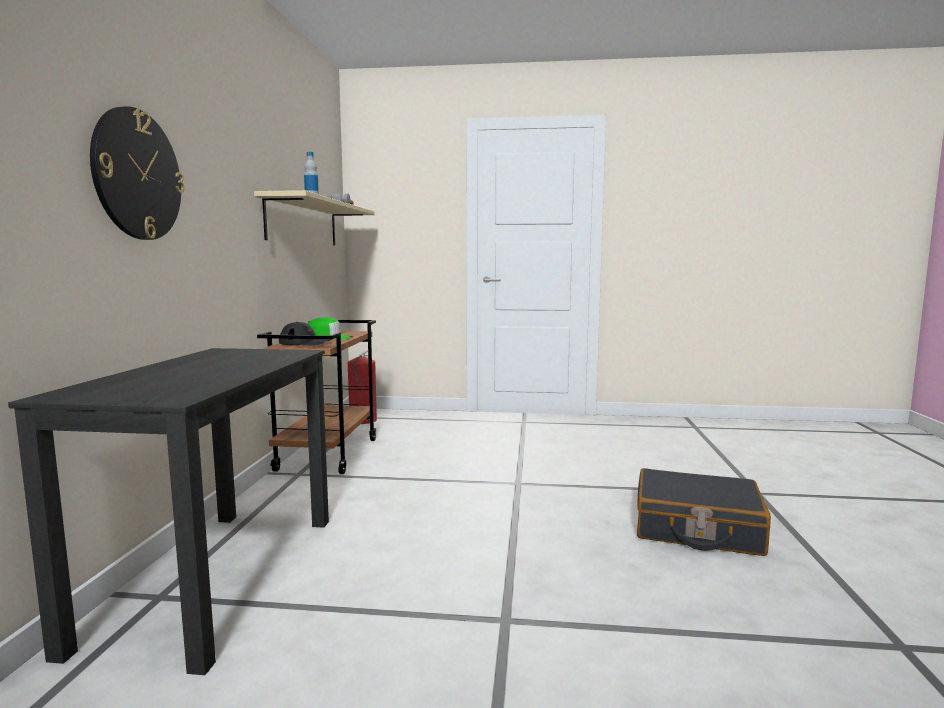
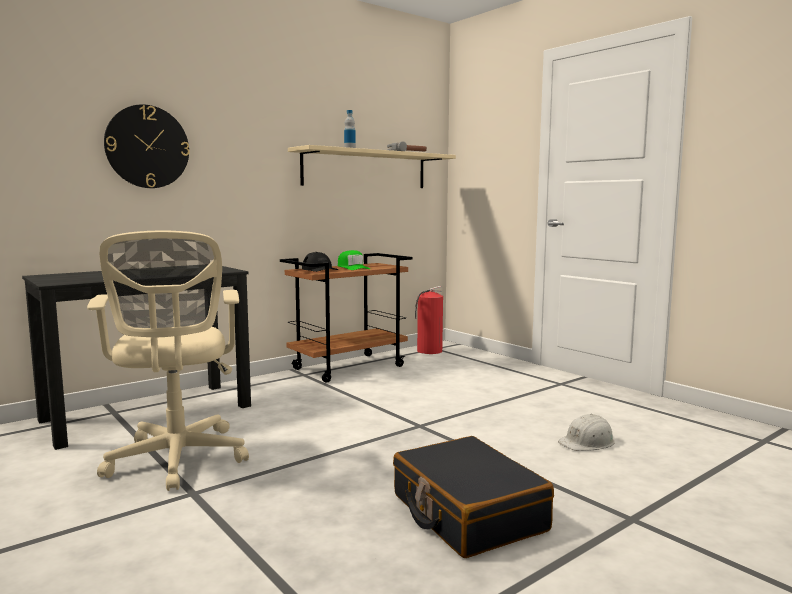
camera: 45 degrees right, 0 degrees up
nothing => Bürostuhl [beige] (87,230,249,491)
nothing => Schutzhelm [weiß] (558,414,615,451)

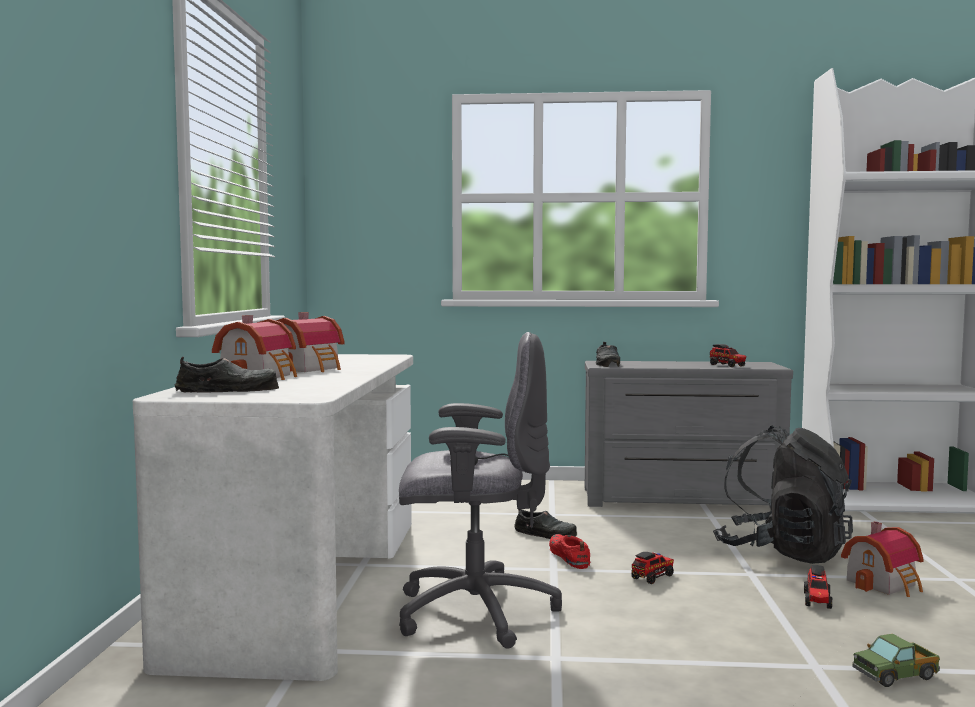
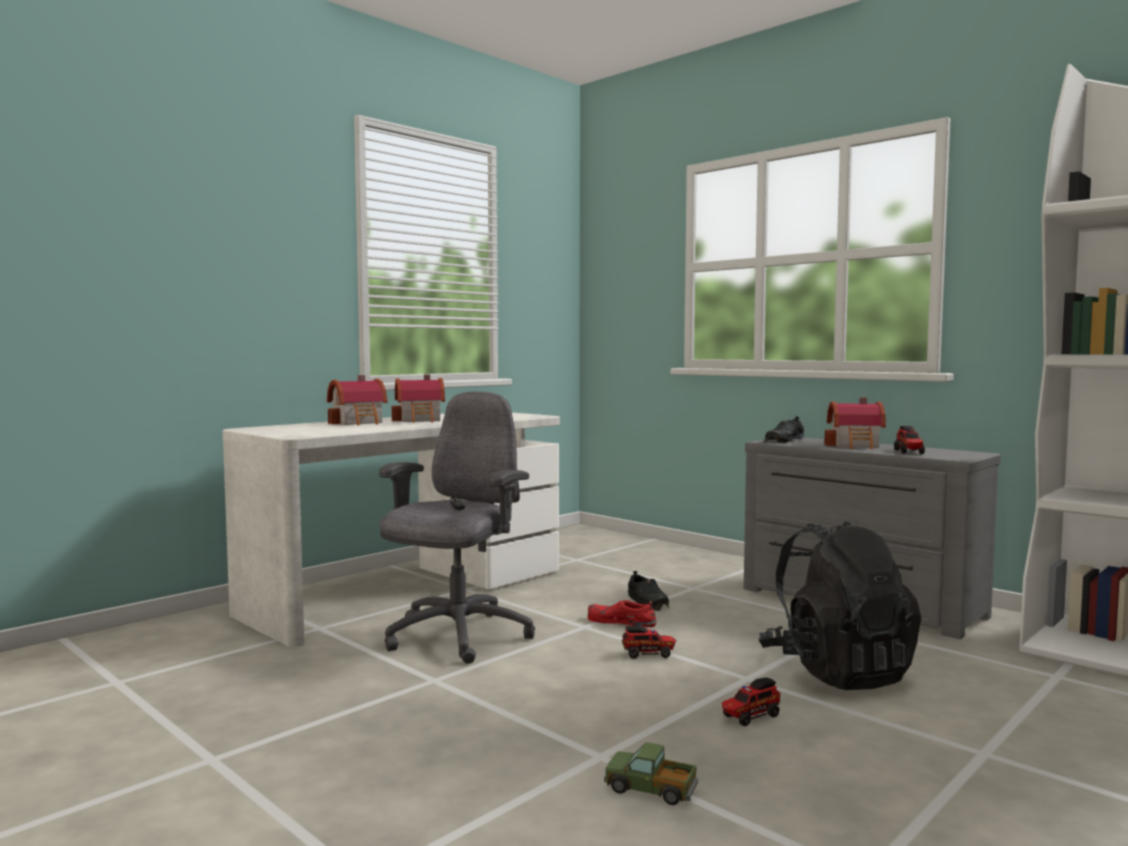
camera: 40 degrees right, 0 degrees up
Schuh [schwarz] (175,357,279,393) => nothing
Bürostuhl [grau] (399,332,562,649) => Bürostuhl [grau] (379,391,535,664), 105 degrees counterclockwise
Schuh [rot] (549,534,590,569) => Schuh [rot] (588,600,657,627), 90 degrees counterclockwise
Spielzeughaus (841,521,923,597) => Spielzeughaus (824,397,886,449), relocated

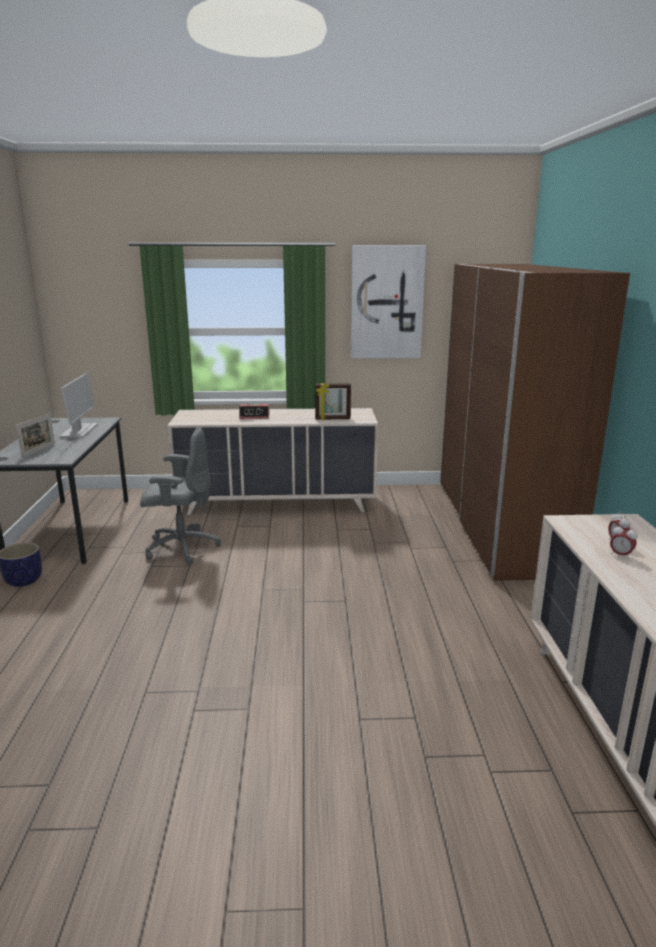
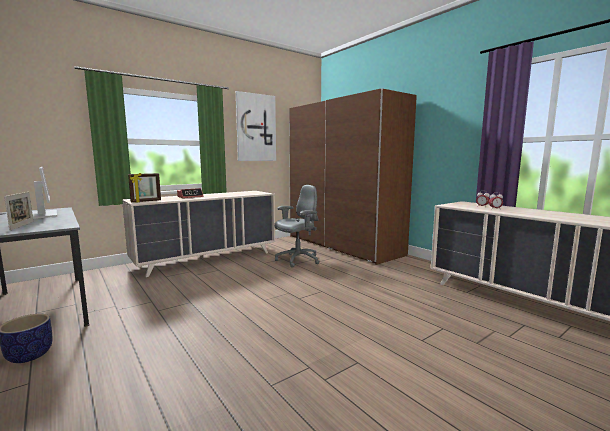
camera: 35 degrees left, 10 degrees down
Bürostuhl [grau] (140,427,221,564) => Bürostuhl [grau] (274,185,320,268), relocated
Bilderrahmen (315,383,351,420) => Bilderrahmen (128,173,161,202), relocated

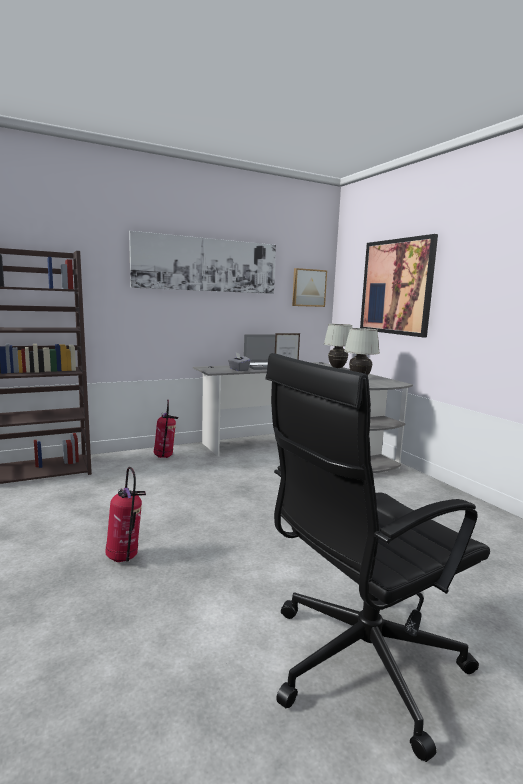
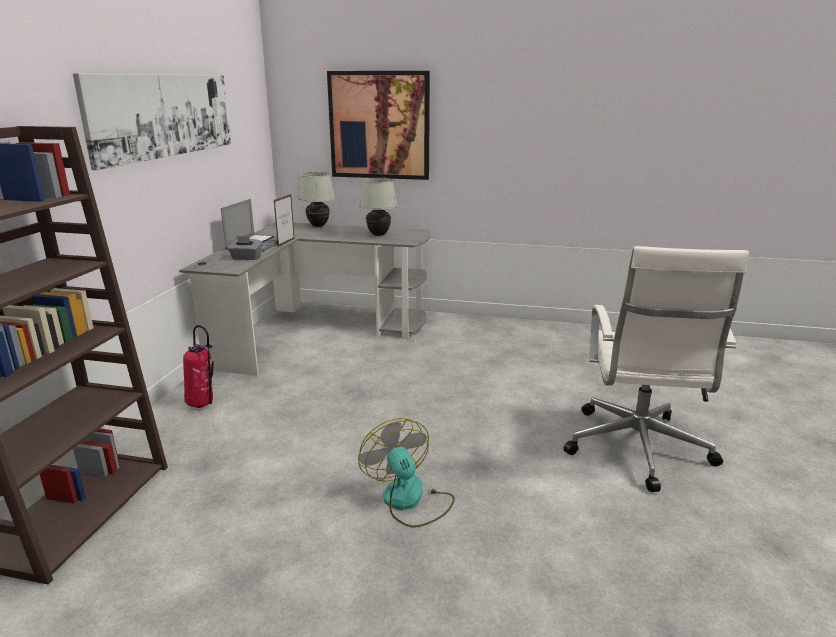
camera: 50 degrees left, 10 degrees up
Feuerlöscher (105,467,146,562) => Ventilator (358,418,455,528)
Bürostuhl [schwarz] (266,353,490,762) => Bürostuhl [weiß] (563,246,749,492)
Bild (292,268,327,307) => nothing

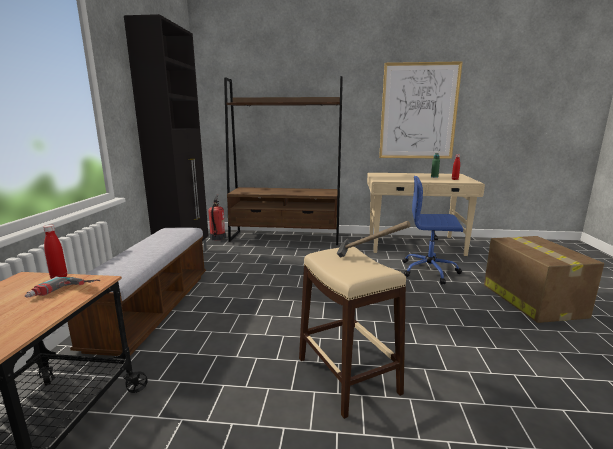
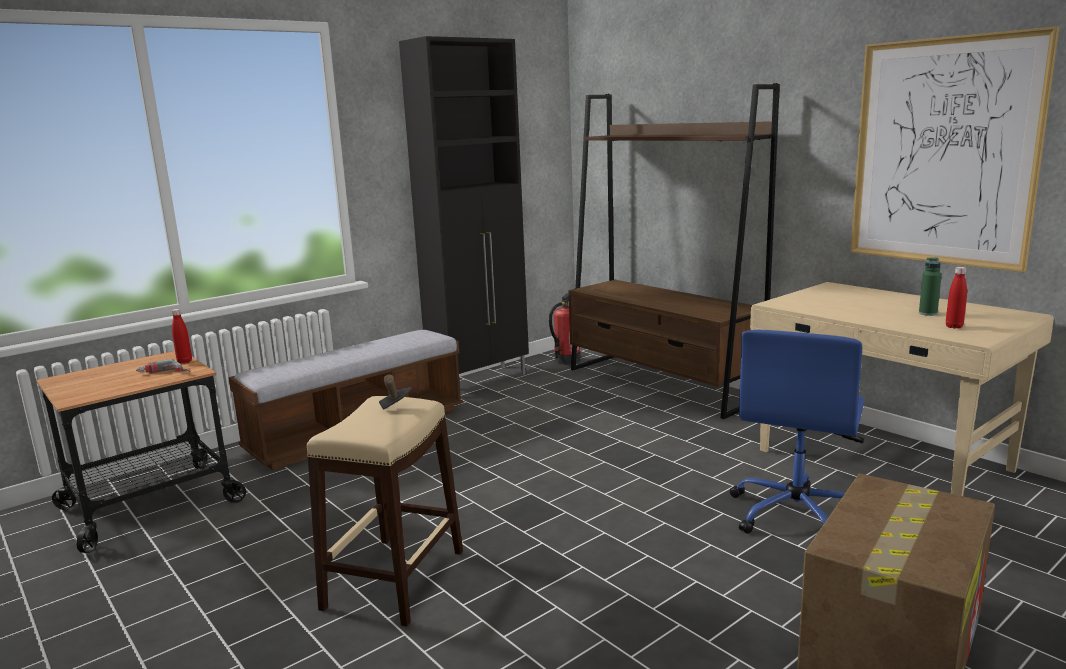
camera: 45 degrees right, 0 degrees up
Bürostuhl [blau] (402,176,463,285) => Bürostuhl [blau] (730,330,865,534), 120 degrees counterclockwise

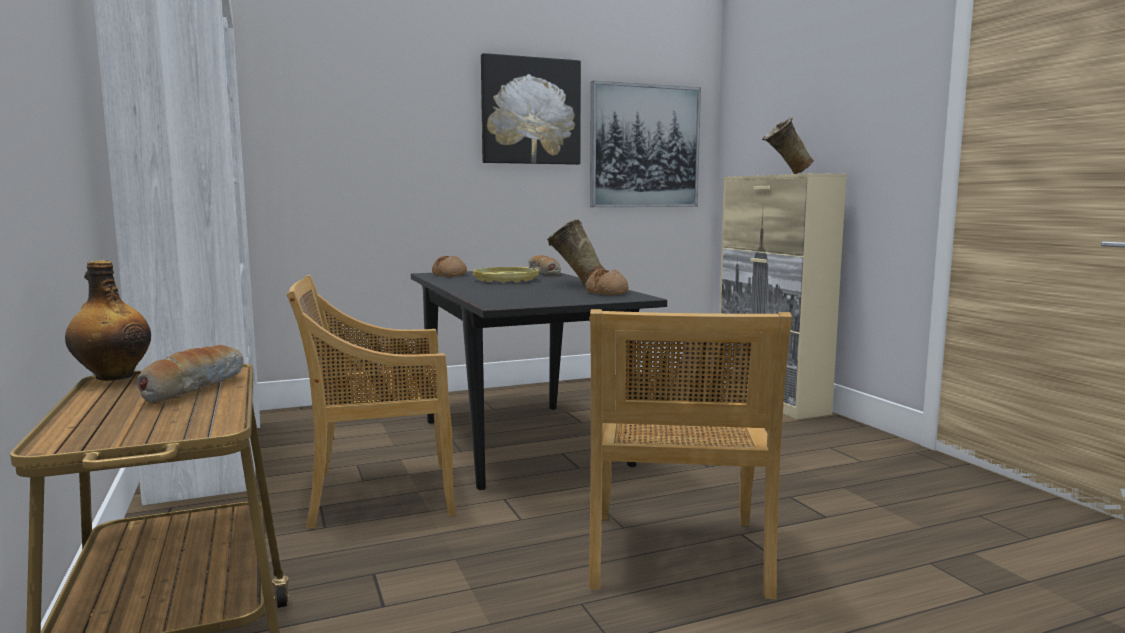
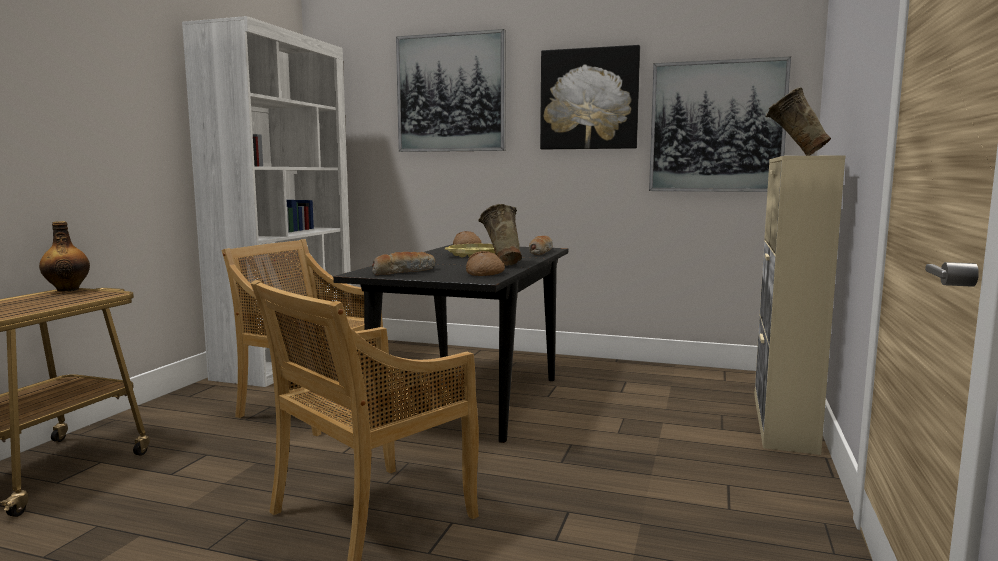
camera: 40 degrees right, 0 degrees up
Brot (136,345,244,404) => Brot (372,252,435,275), relocated
nothing => Bild (396,29,506,152)

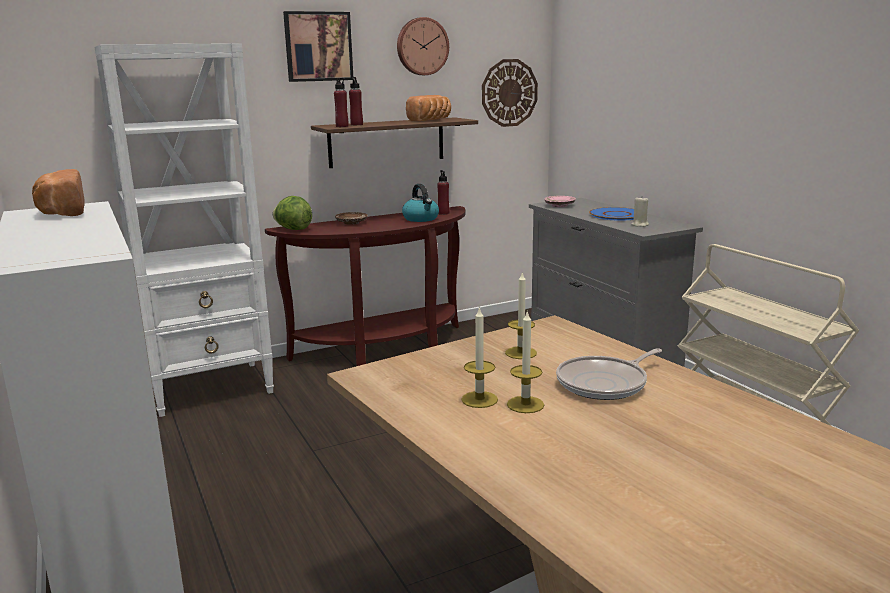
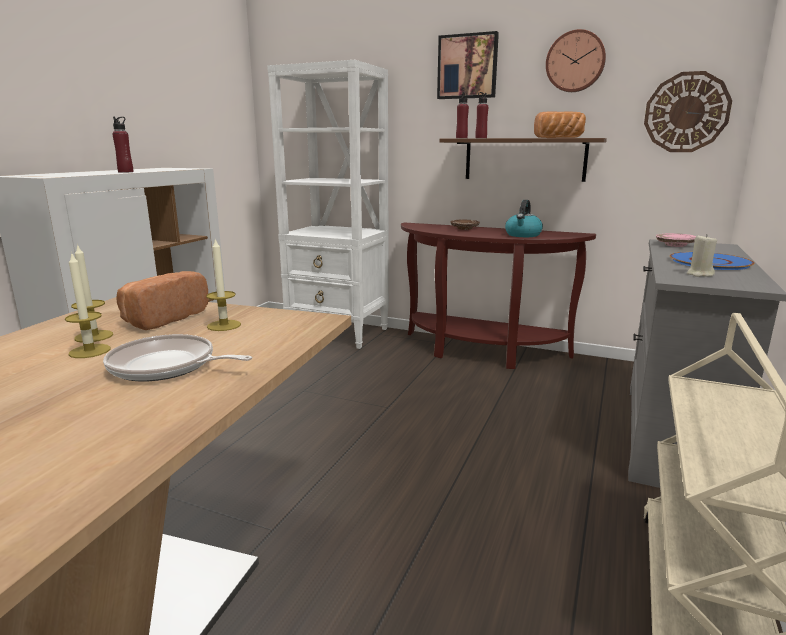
camera: 50 degrees right, 0 degrees up
Brot (32,169,85,216) => Brot (117,271,208,330), relocated
Salatkopf (272,196,312,230) => nothing
Flasche [rot] (437,170,449,215) => Flasche [rot] (112,117,133,172), relocated

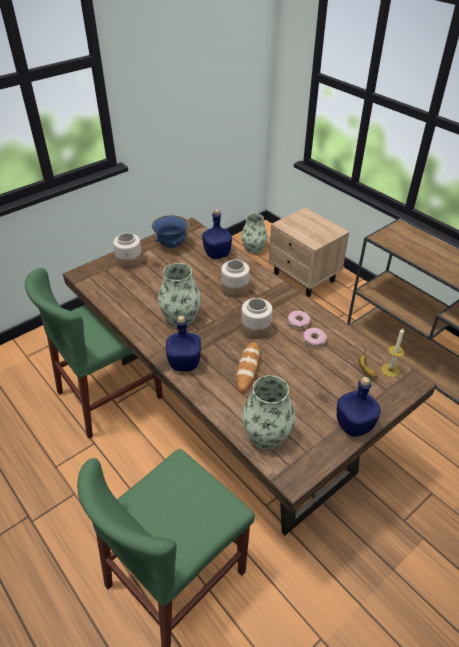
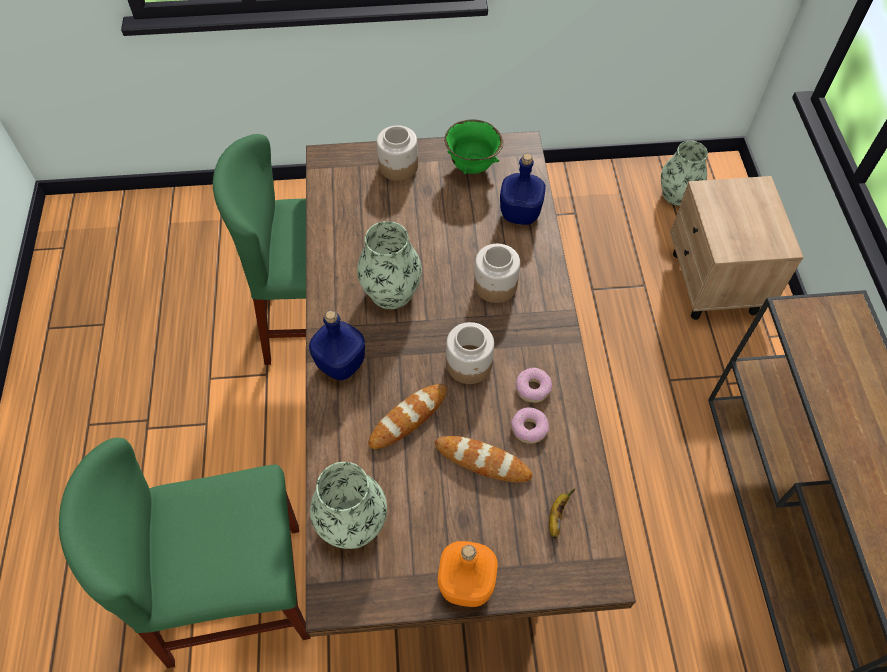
camera: 35 degrees right, 15 degrees up
Schüssel [blau] (152,215,189,248) => Schüssel [grün] (444,119,503,174)
Flasche [blau] (337,377,381,437) => Flasche [orange] (438,541,497,607)
Kerze (381,328,404,377) => nothing
nothing => Brot (435,436,533,482)

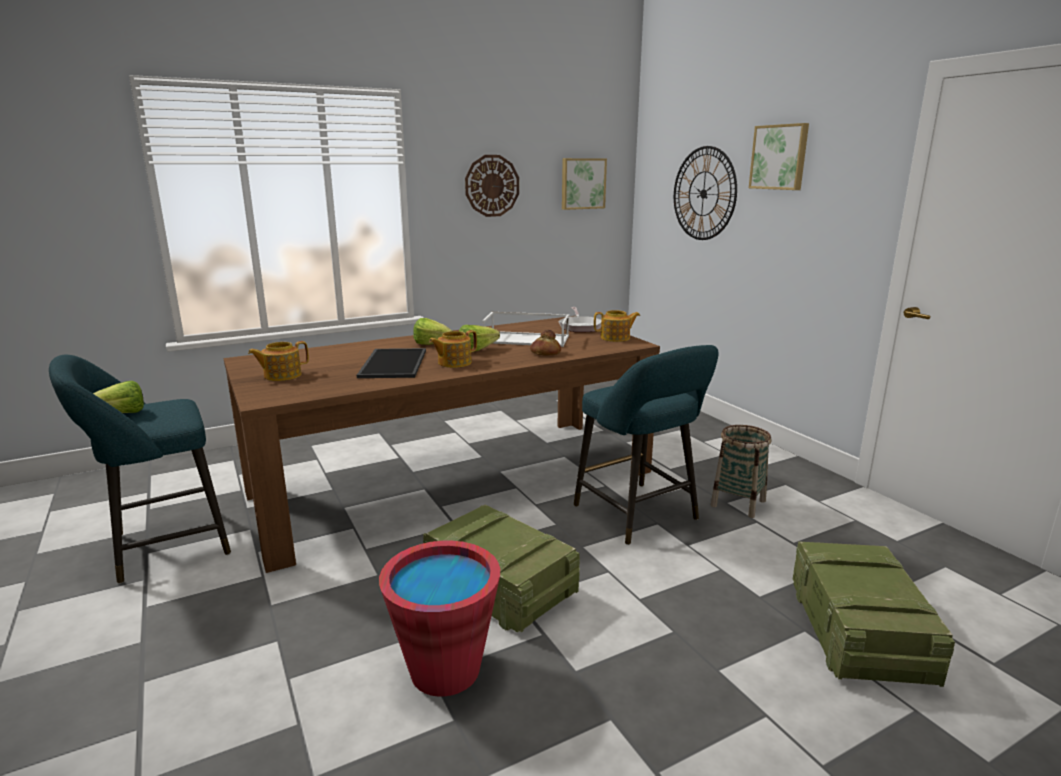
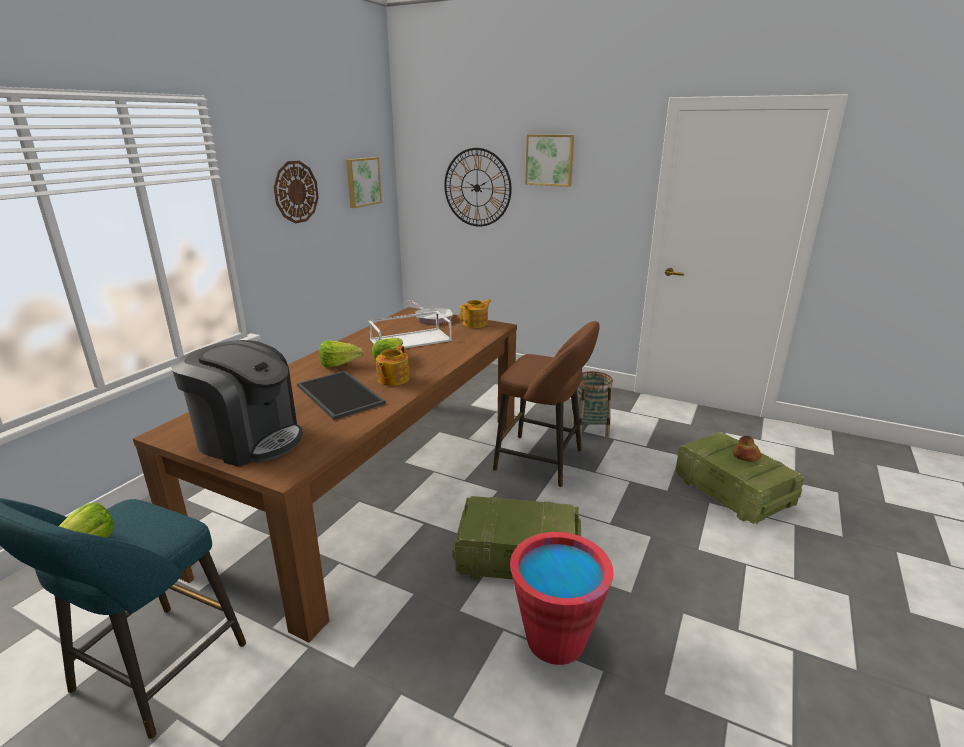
camera: 35 degrees left, 5 degrees up
Teekanne (248,341,309,381) => Kaffeemaschine (171,340,303,467)
Brot (530,330,561,356) => Brot (733,436,761,462), relocated
Hocker [türkis] (574,345,719,545) => Hocker [braun] (493,321,600,487)

